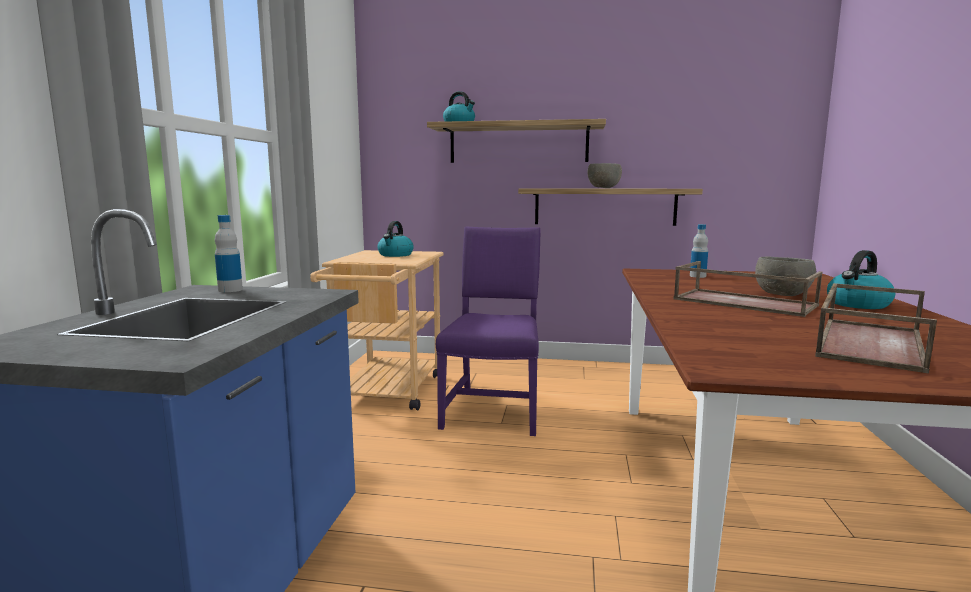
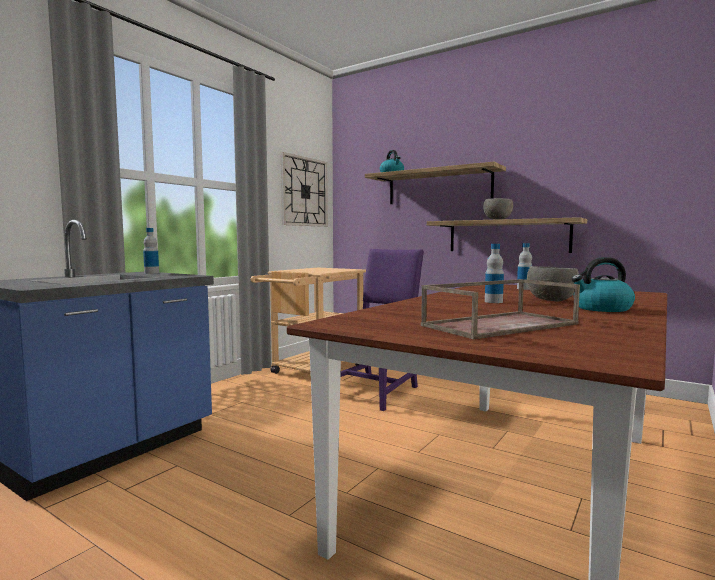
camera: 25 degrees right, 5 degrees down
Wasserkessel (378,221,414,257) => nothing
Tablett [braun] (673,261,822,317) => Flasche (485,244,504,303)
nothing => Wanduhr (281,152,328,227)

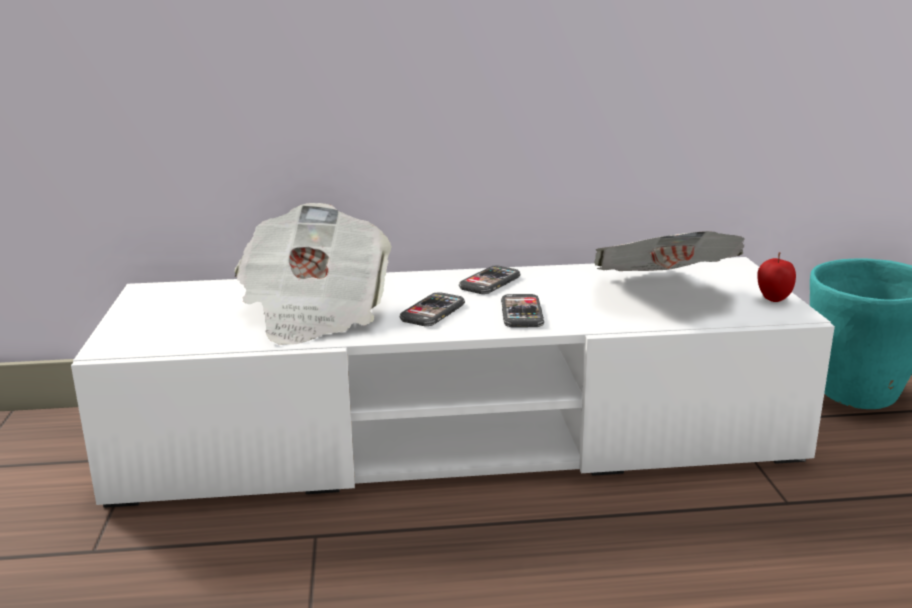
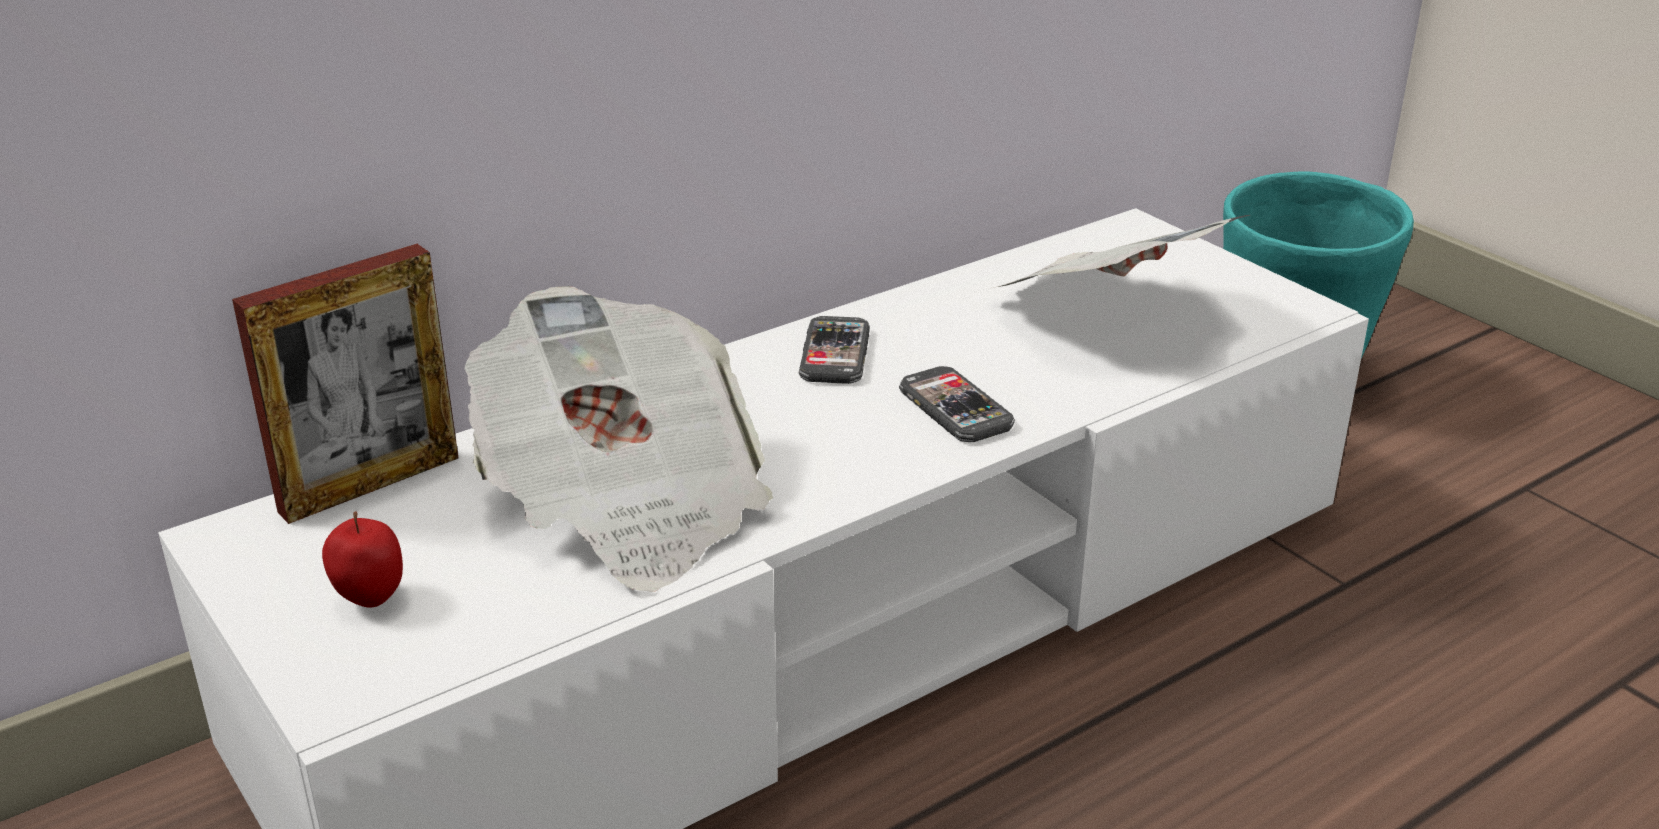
camera: 30 degrees left, 10 degrees up
Handy (399,292,465,326) => nothing
Apfel (757,252,796,302) => Apfel (322,511,403,608), relocated
nothing => Bilderrahmen (232,244,459,524)

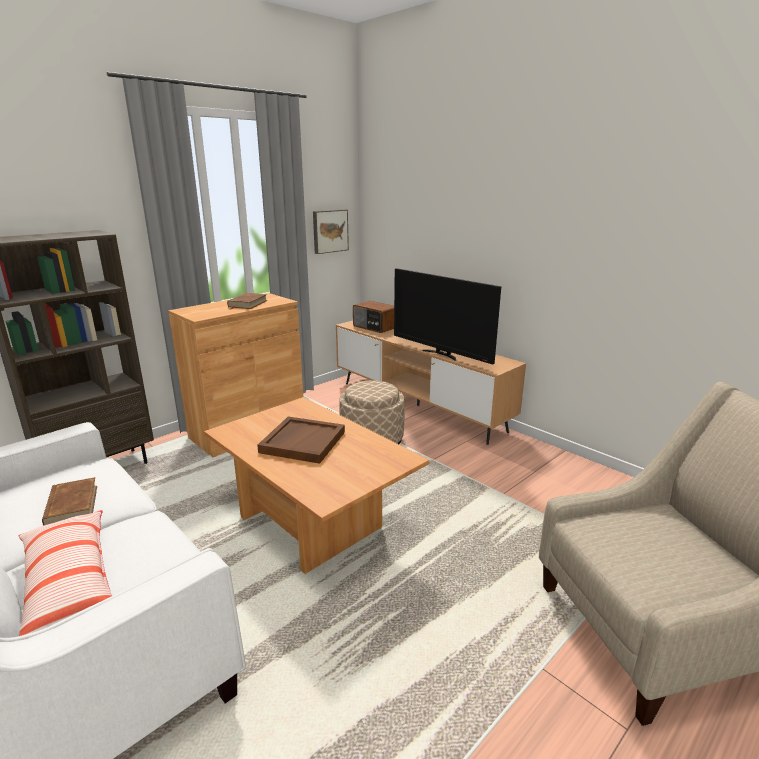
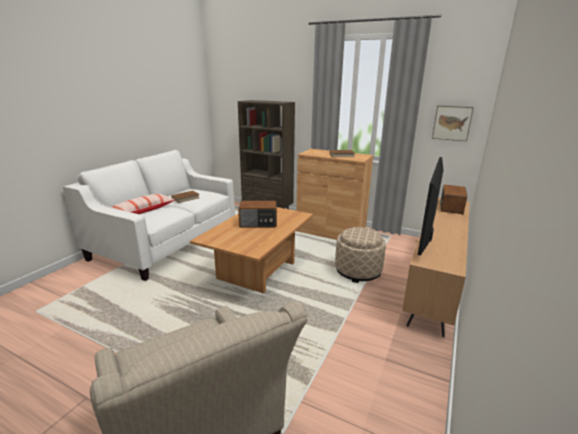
camera: 70 degrees right, 0 degrees up
Tablett [braun] (257,416,345,464) => Radio (238,201,277,228)

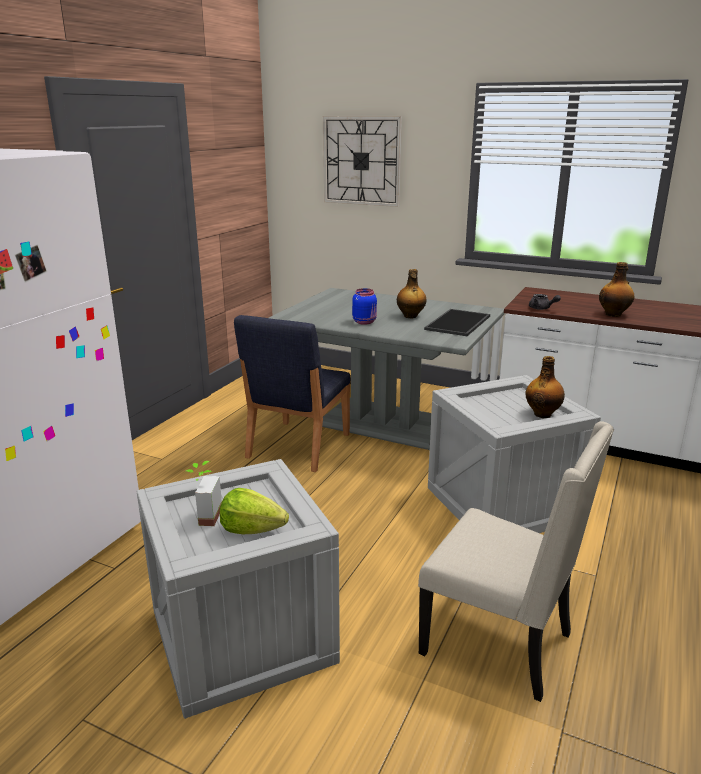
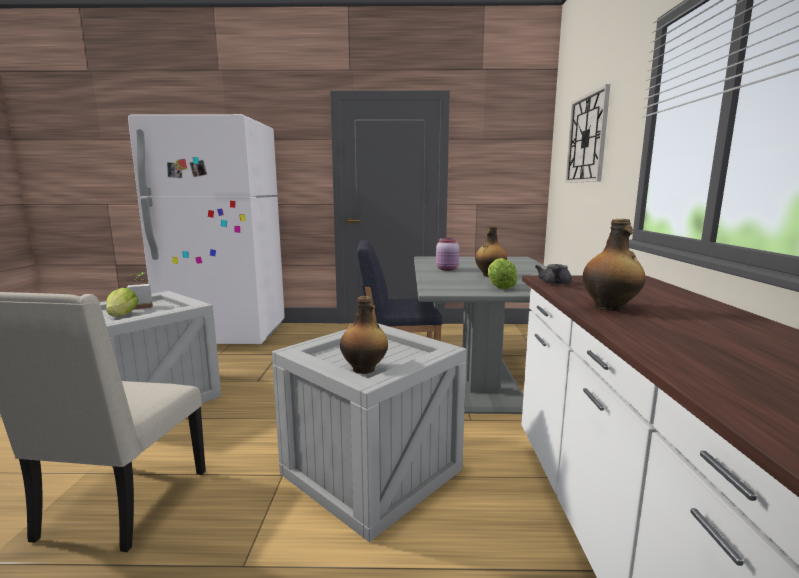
camera: 65 degrees right, 10 degrees down
Vorratsglas [blau] (352,288,377,325) => Vorratsglas [rosa] (436,238,459,271)
Tablett (424,309,490,336) => Salatkopf (488,258,517,289)

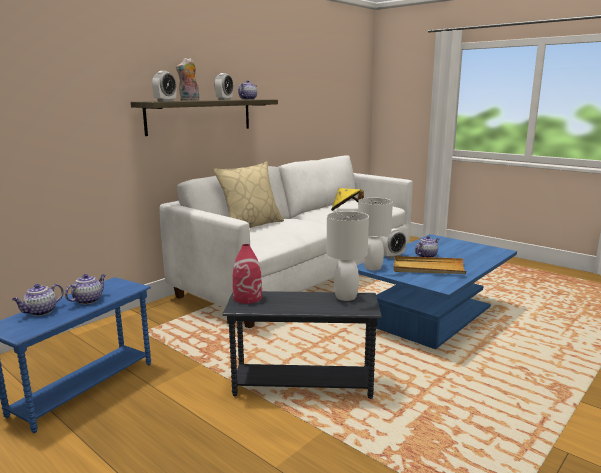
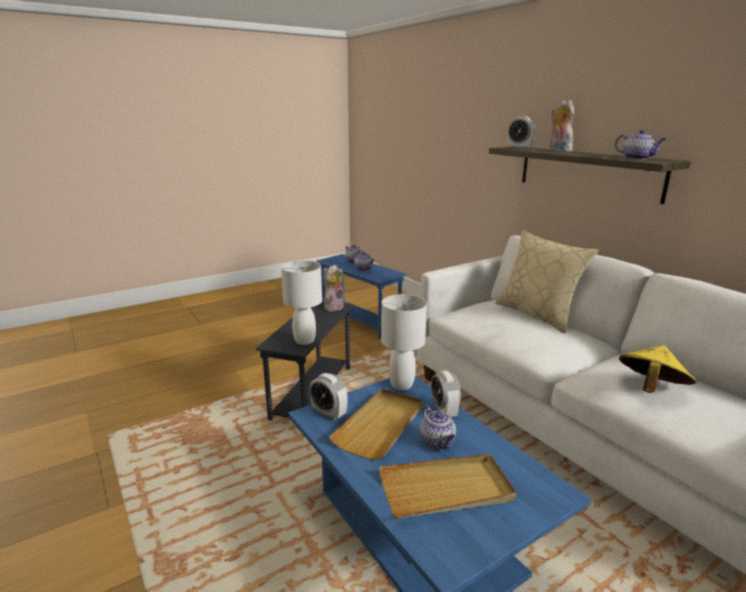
camera: 105 degrees right, 5 degrees up
Wecker (214,73,233,100) => Wecker (309,373,348,420), relocated
Vase [rot] (233,244,262,304) => Plüschtier (324,265,344,312)
nothing => Tablett [beige] (379,454,517,519)

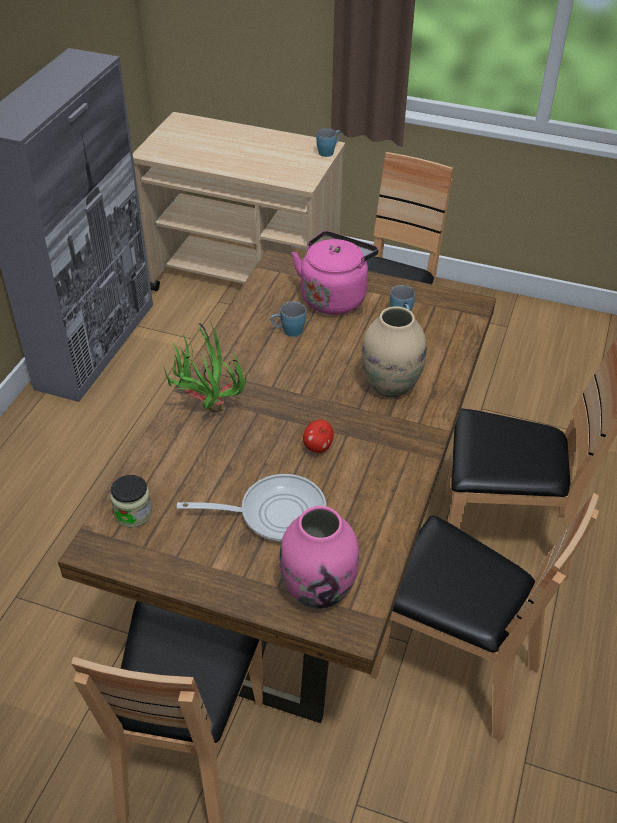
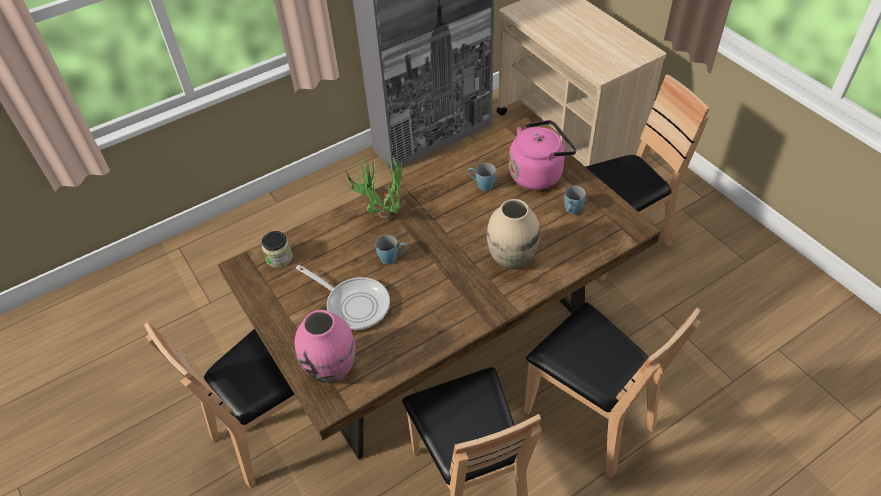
camera: 40 degrees right, 5 degrees up
Apfel (303,420,334,453) => nothing
Henkelbecher [blau] (316,128,341,157) => Henkelbecher [blau] (375,235,407,265), relocated

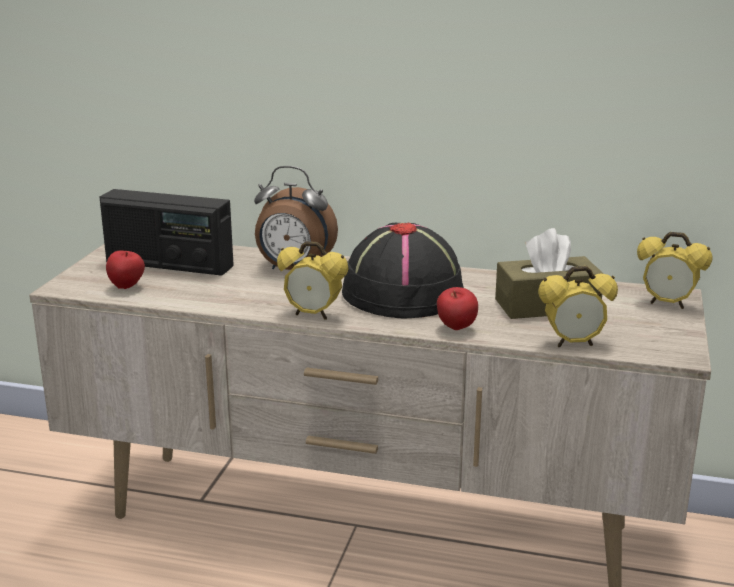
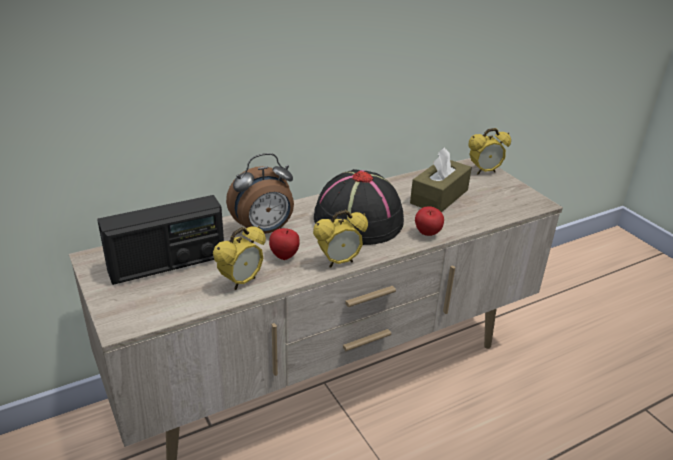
camera: 45 degrees left, 10 degrees up
Apfel (106,251,145,289) => Apfel (269,228,300,260), relocated
Wecker (538,266,618,347) => Wecker (213,226,266,290), relocated

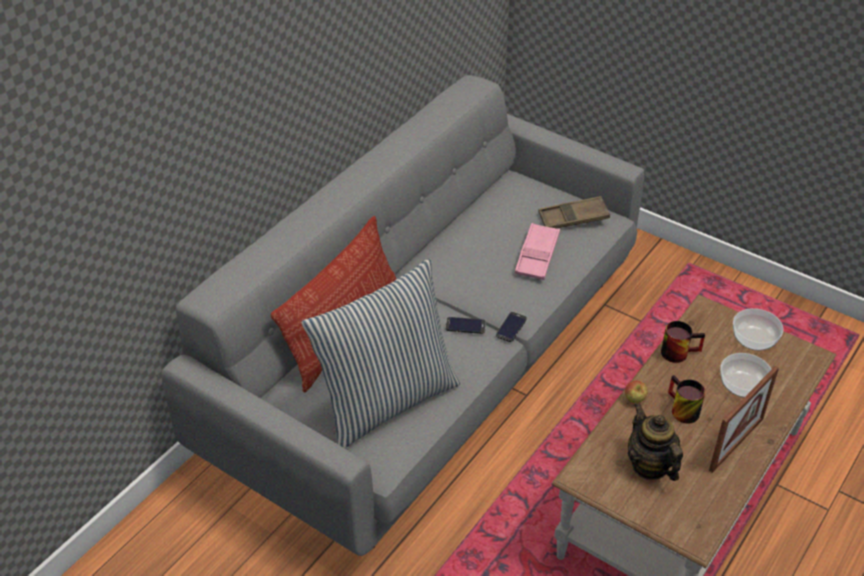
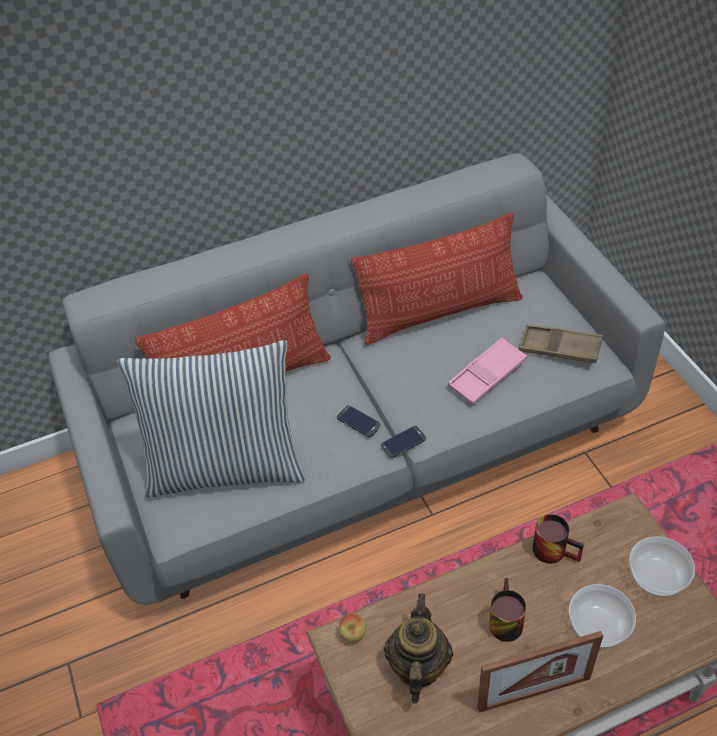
camera: 35 degrees right, 5 degrees up
Apfel (625,381,648,403) => Apfel (339,614,366,642), relocated
nothing => Kissen (351,213,523,345)

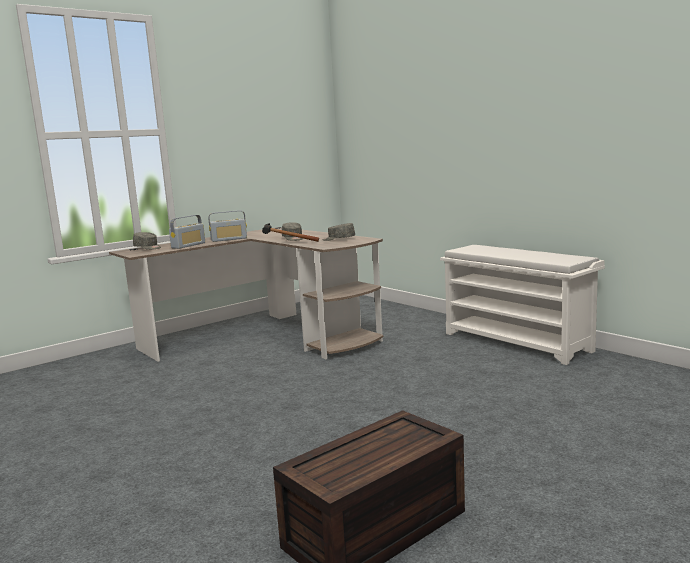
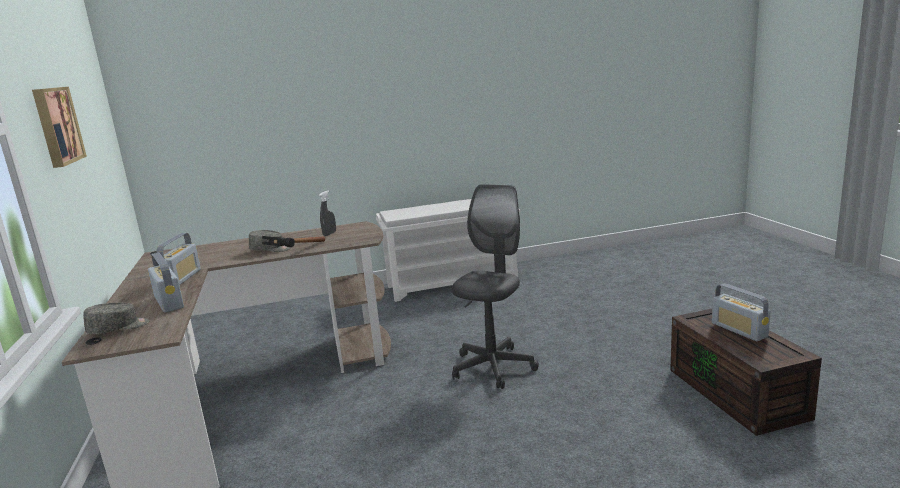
camera: 65 degrees left, 5 degrees up
Kappe [grau] (323,223,355,241) => Sprühflasche [grau] (319,190,336,236)
nothing => Bild (32,87,87,168)
nothing => Bürostuhl [grau] (452,184,539,389)
nothing => Radio (712,284,771,341)

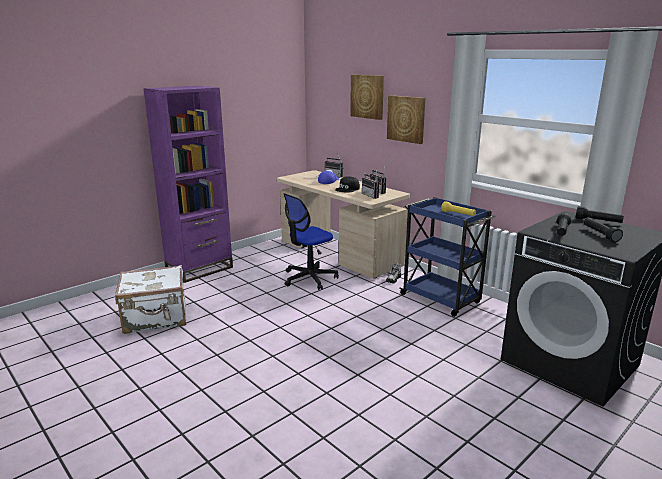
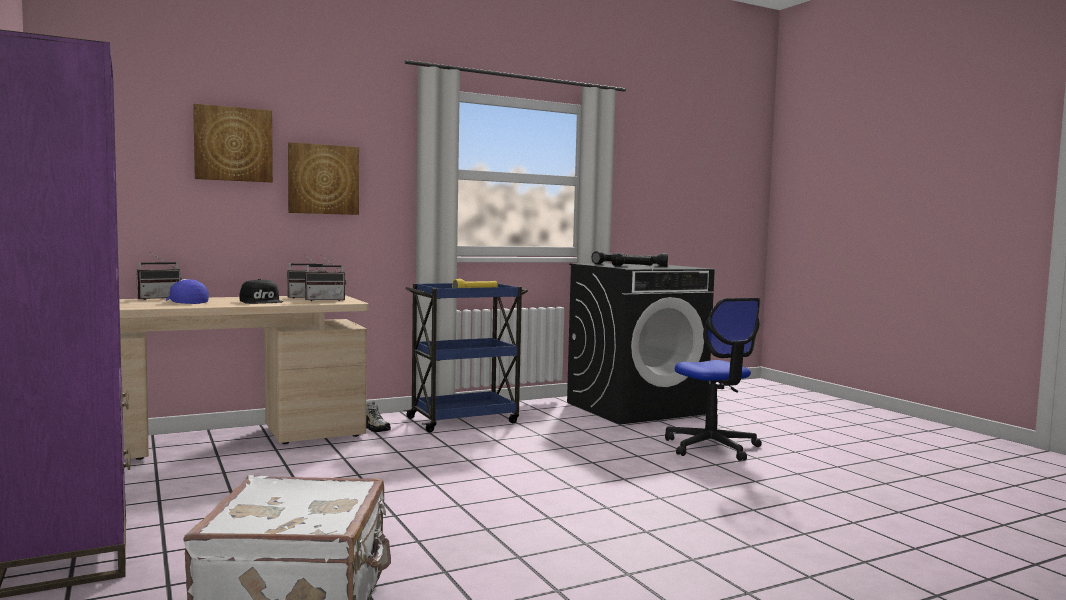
camera: 75 degrees left, 15 degrees down
Bürostuhl (283,193,339,290) => Bürostuhl (665,298,762,461), relocated

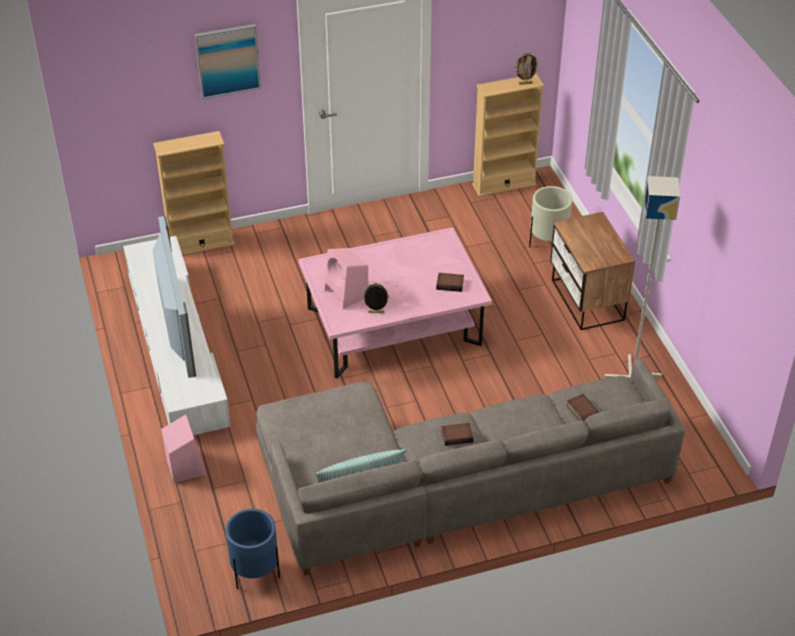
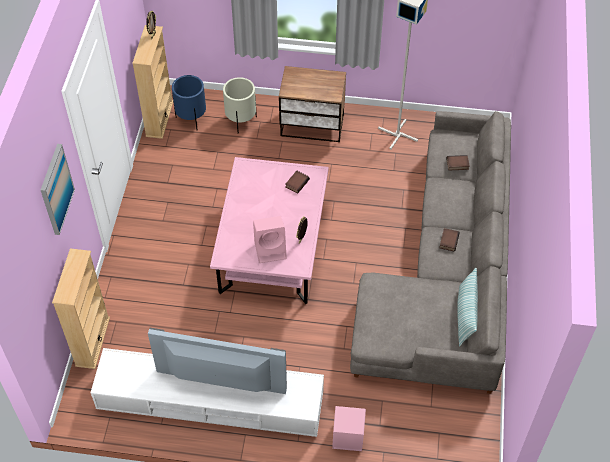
camera: 65 degrees left, 10 degrees up
Pflanzkübel [blau] (226,509,280,589) => Pflanzkübel [blau] (172,75,206,129), relocated

